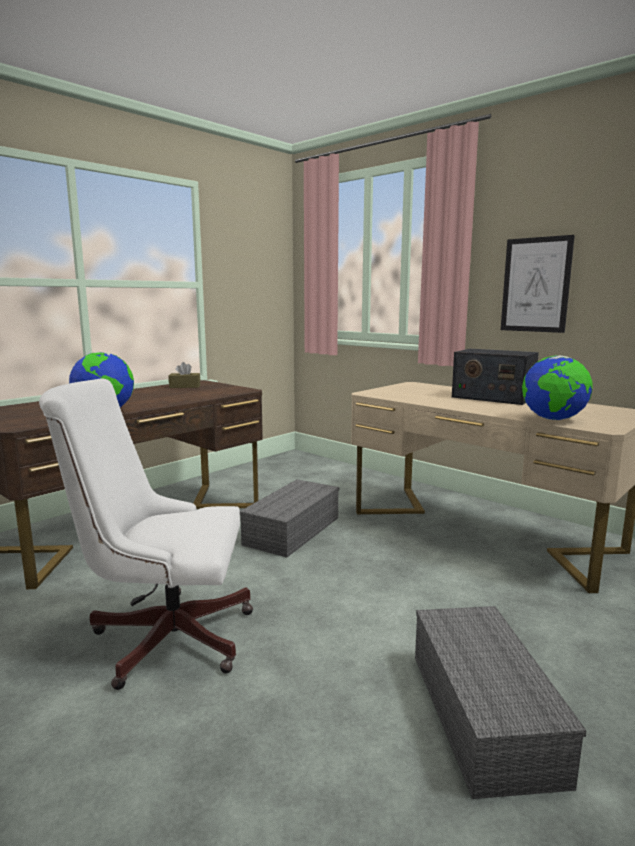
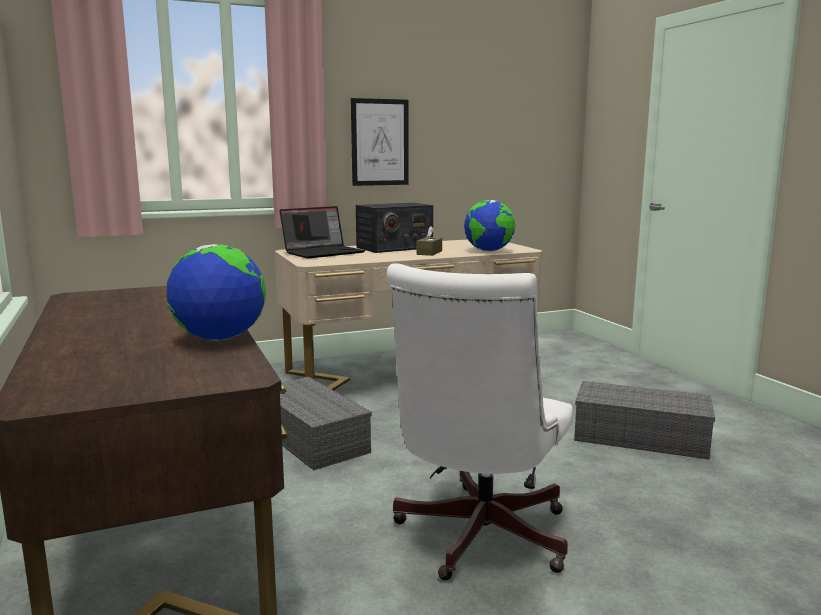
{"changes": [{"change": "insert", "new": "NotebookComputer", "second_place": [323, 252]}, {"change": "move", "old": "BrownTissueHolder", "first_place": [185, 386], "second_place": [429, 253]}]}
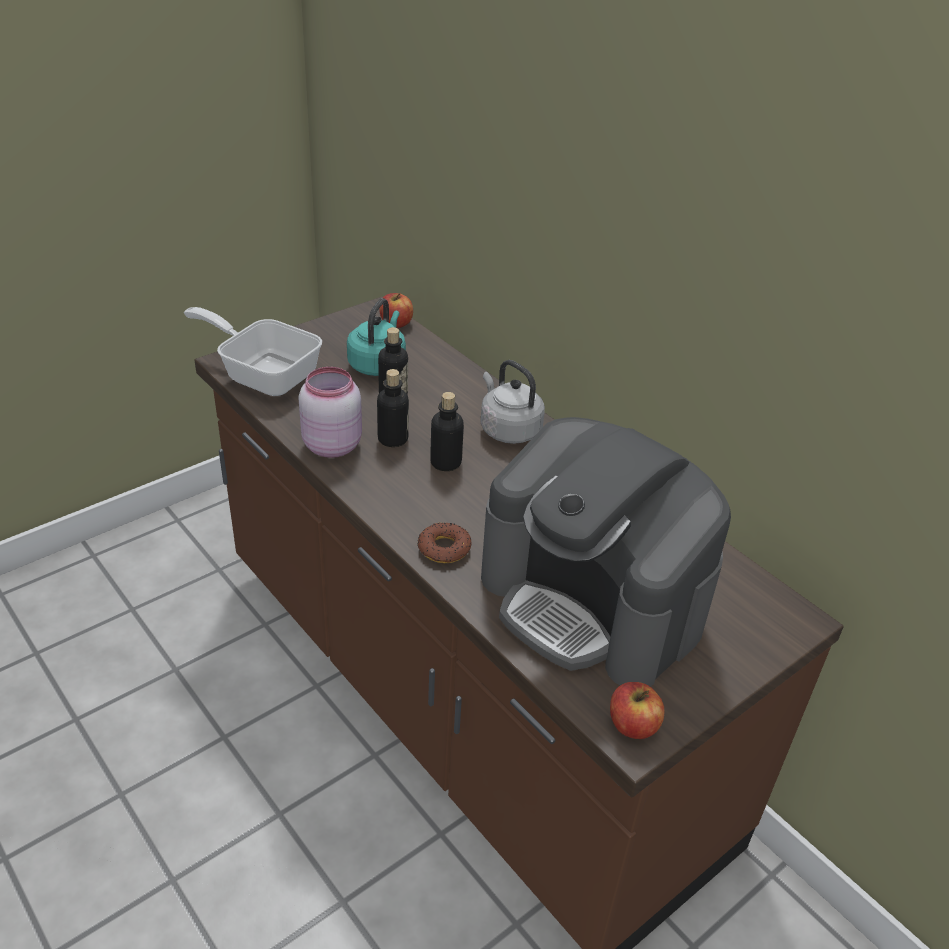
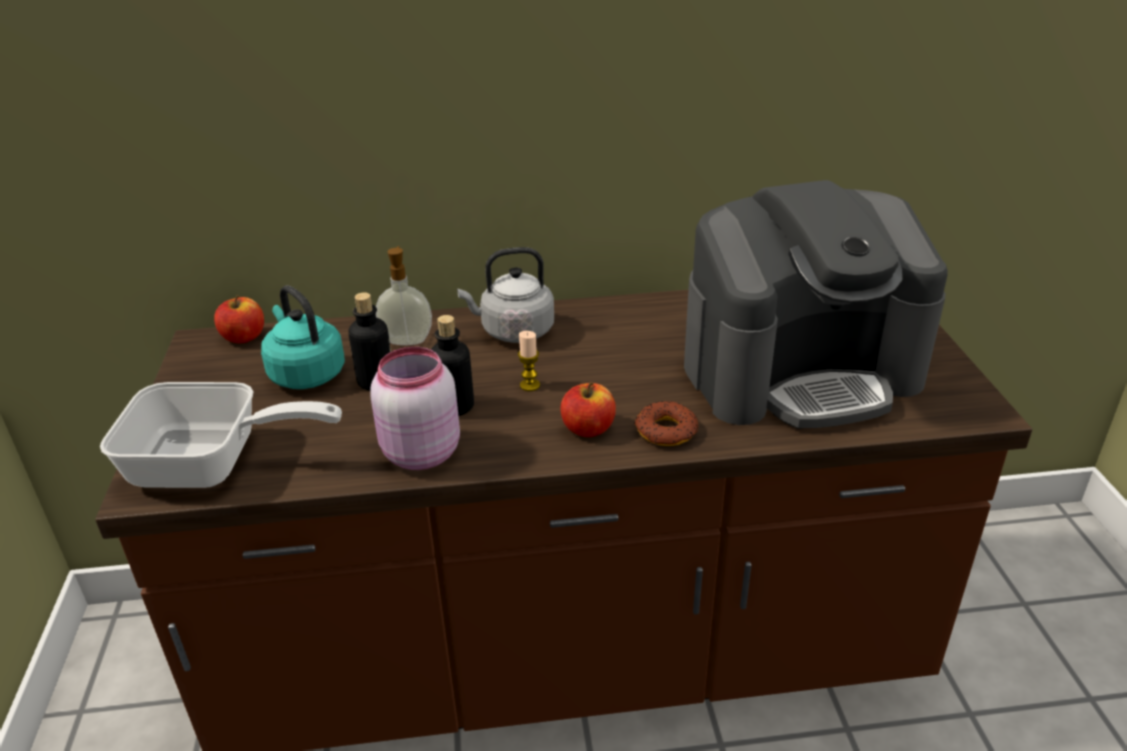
{"changes": [{"change": "insert", "new": "LiquidSoapBottle", "second_place": [407, 340]}, {"change": "move", "old": "Apple", "first_place": [632, 725], "second_place": [588, 429]}, {"change": "replace", "old": "BeverageBottle", "new": "WaxCandle", "first_place": [445, 462], "second_place": [530, 385]}, {"change": "rotate", "old": "FryingPan", "first_place": [263, 373], "second_place": [212, 464], "degrees": -150}]}
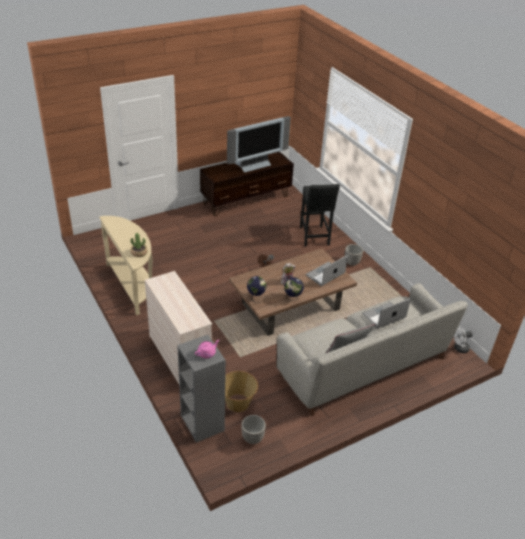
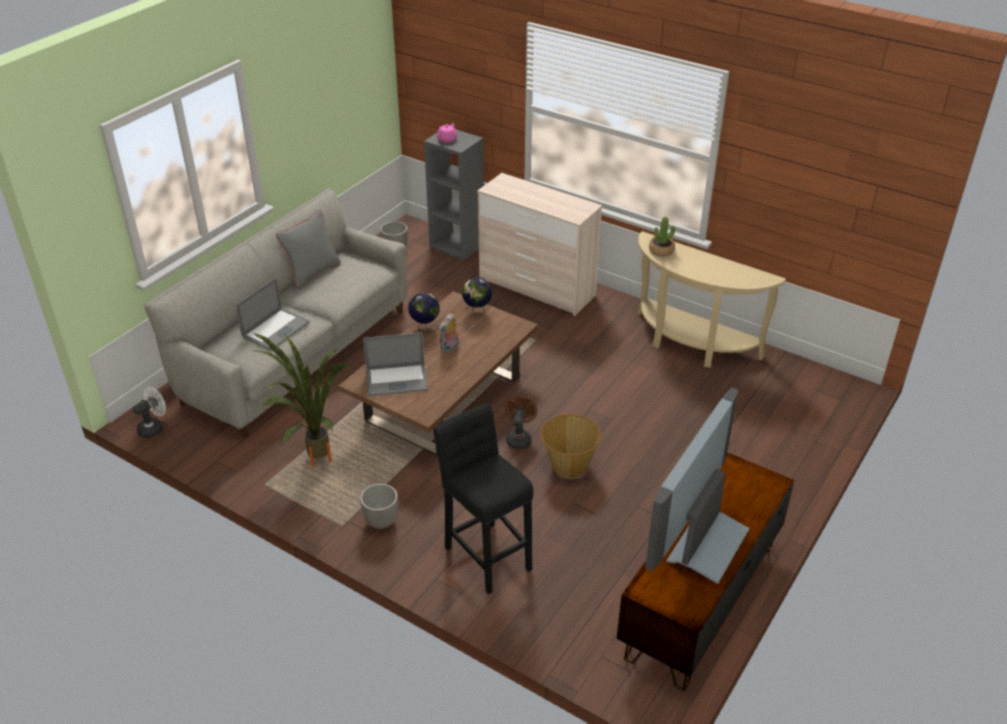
{"changes": [{"change": "insert", "new": "Houseplant", "second_place": [311, 458]}, {"change": "move", "old": "StorageBasket", "first_place": [238, 403], "second_place": [569, 464]}, {"change": "rotate", "old": "NotebookComputer", "first_place": [325, 274], "second_place": [396, 380], "degrees": 60}]}
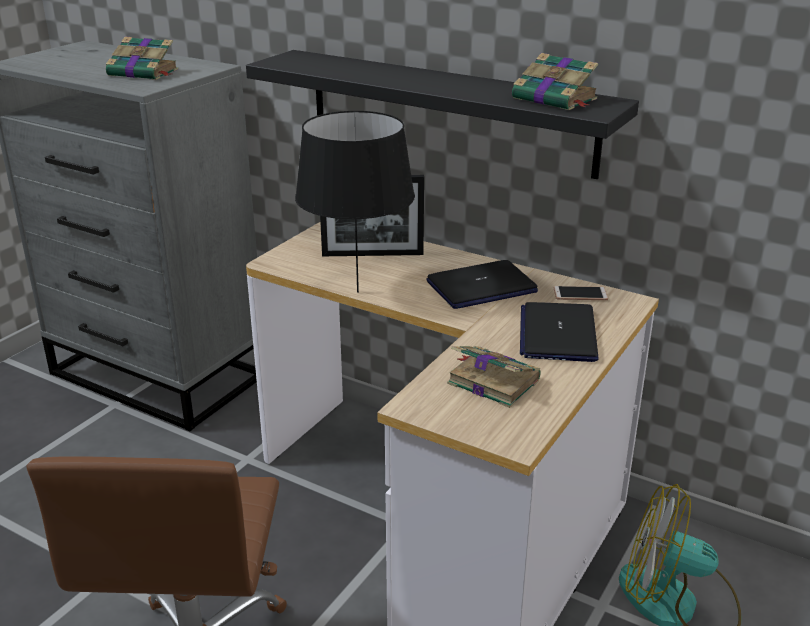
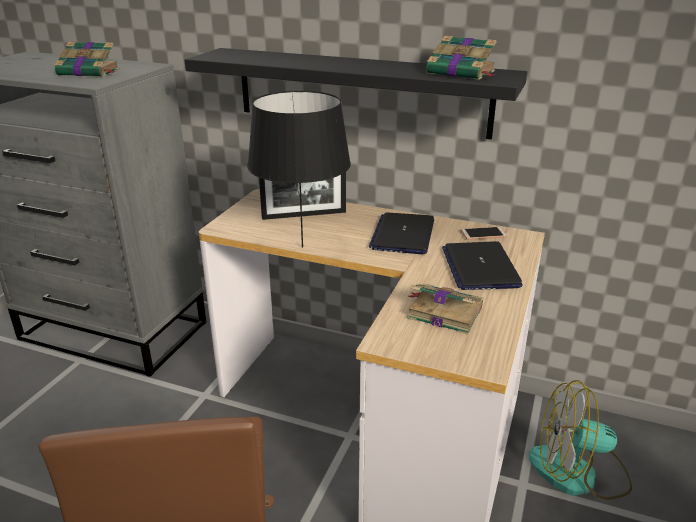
{"changes": [{"change": "rotate", "old": "NotebookComputer", "first_place": [481, 287], "second_place": [403, 234], "degrees": 135}]}
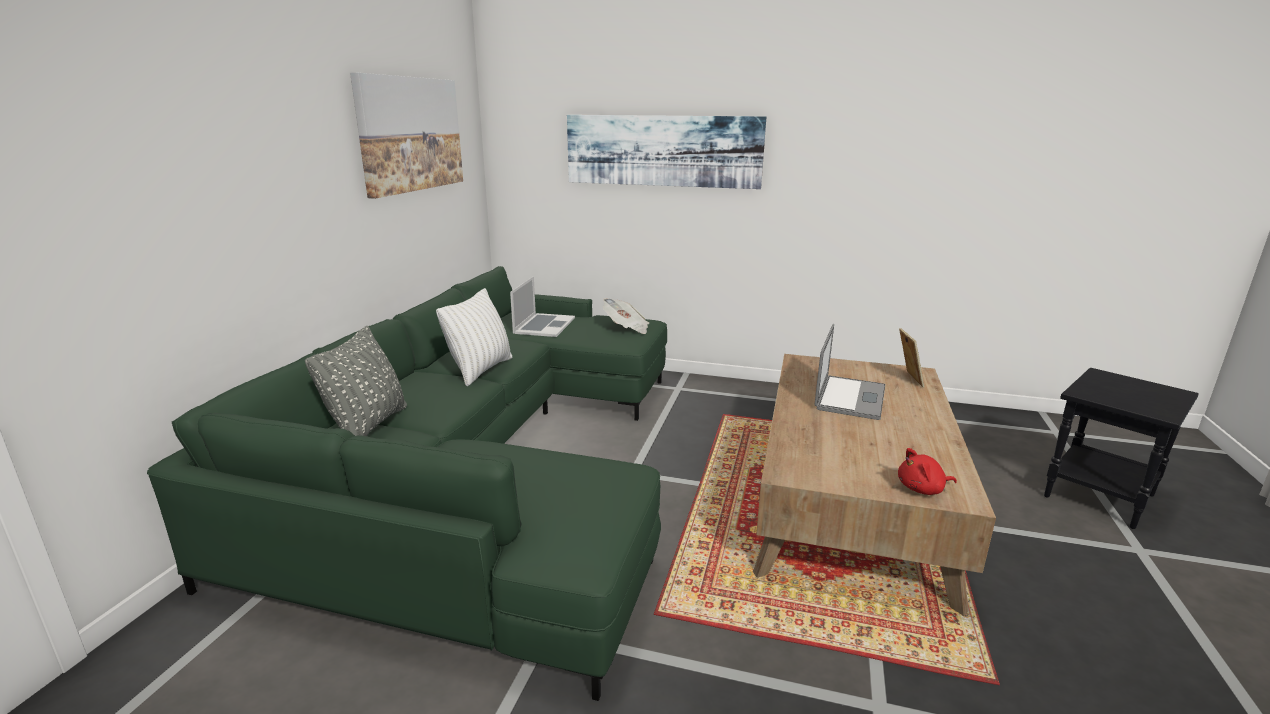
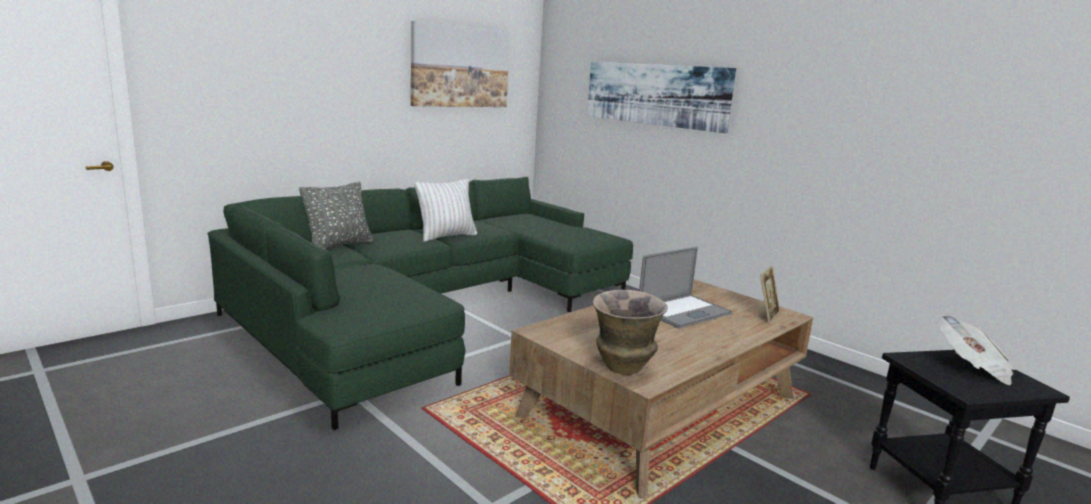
{"changes": [{"change": "delete", "old": "NotebookComputer", "first_place": [544, 325]}, {"change": "move", "old": "Newspaper", "first_place": [626, 328], "second_place": [973, 367]}, {"change": "replace", "old": "RedCuddlyToy", "new": "FlowerVase", "first_place": [922, 489], "second_place": [623, 368]}]}
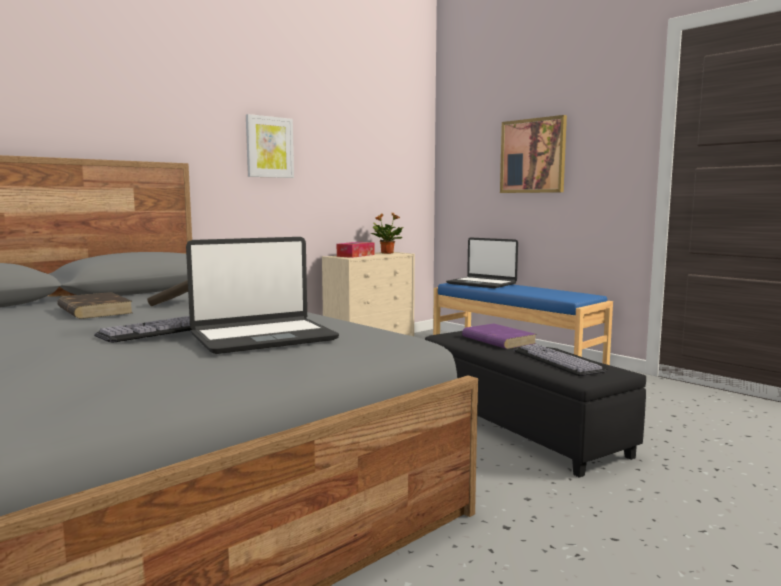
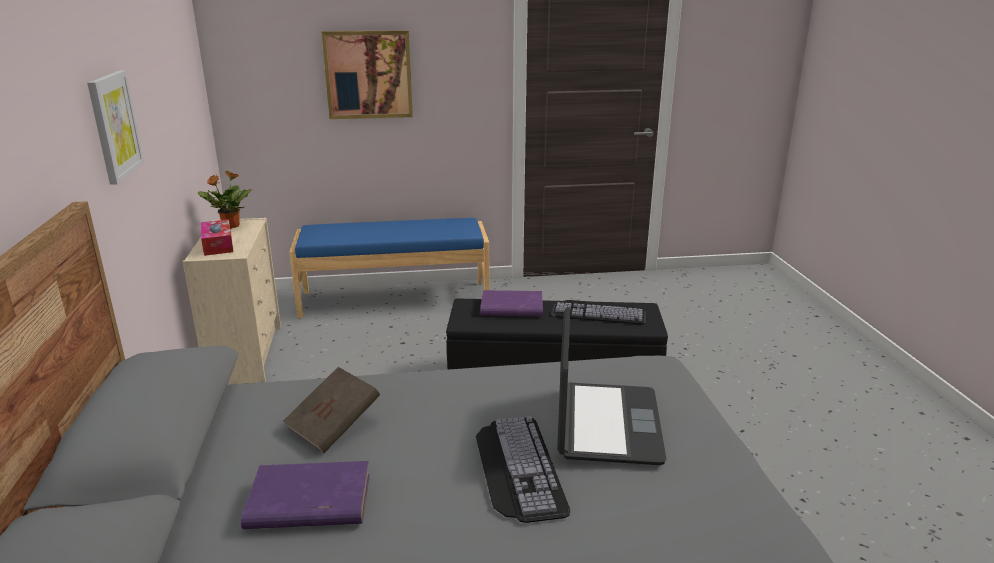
{"changes": [{"change": "delete", "old": "NotebookComputer", "first_place": [481, 283]}, {"change": "recolor", "old": "BrownBoundBook", "new": "PurplishBoundBook", "first_place": [94, 310], "second_place": [308, 502]}]}
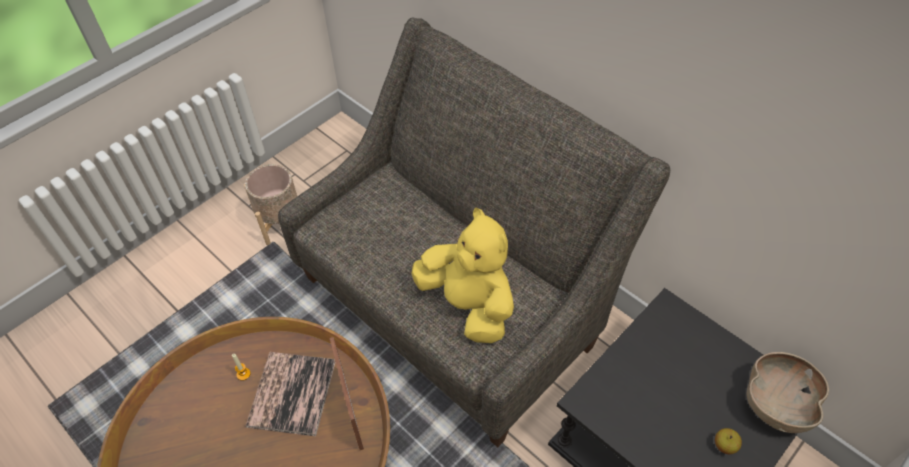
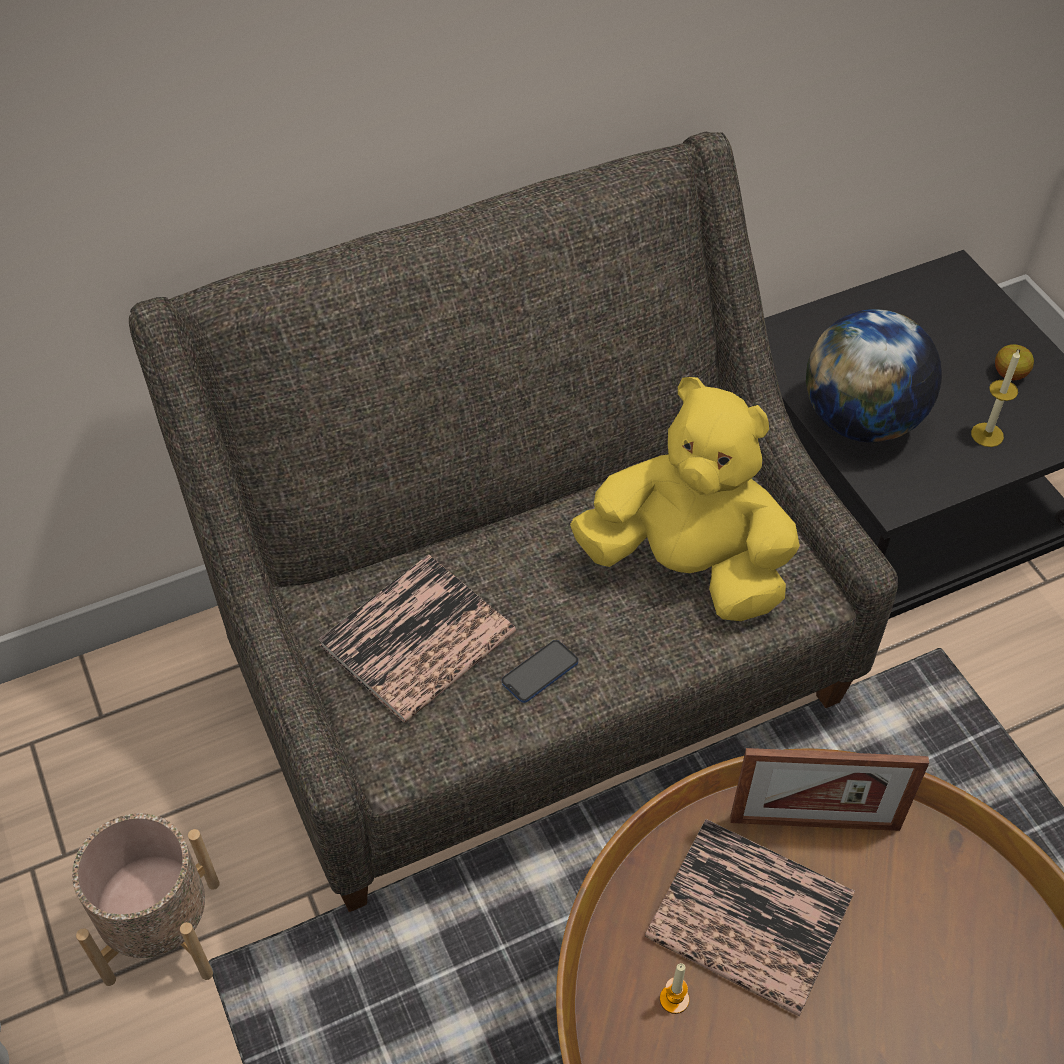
{"changes": [{"change": "delete", "old": "BrownBowl", "first_place": [776, 403]}, {"change": "insert", "new": "BoundBook", "second_place": [418, 639]}, {"change": "insert", "new": "Telephone", "second_place": [540, 672]}, {"change": "insert", "new": "Globe", "second_place": [861, 421]}, {"change": "insert", "new": "WaxCandle", "second_place": [987, 435]}, {"change": "rotate", "old": "YellowCuddlyToy", "first_place": [468, 305], "second_place": [687, 567], "degrees": 45}]}
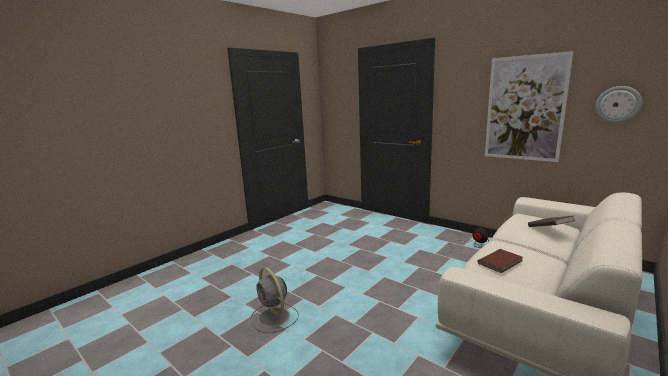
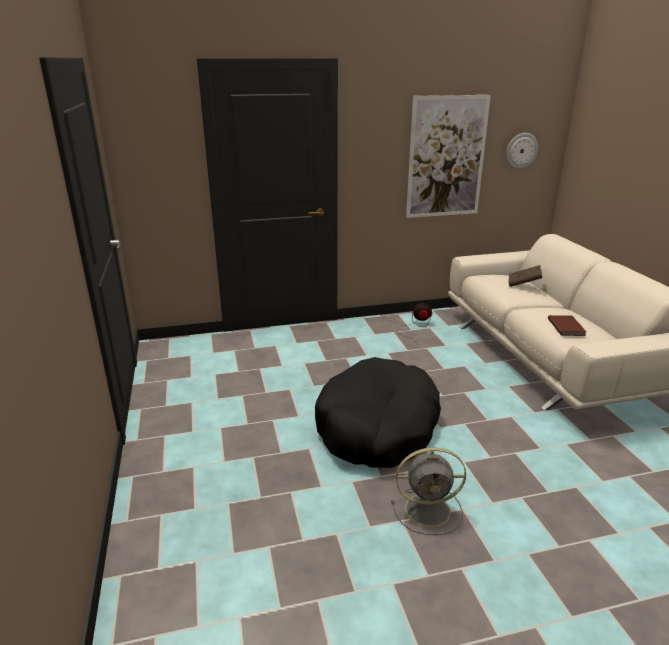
{"changes": [{"change": "insert", "new": "BlackColouredDogBed", "second_place": [377, 427]}]}
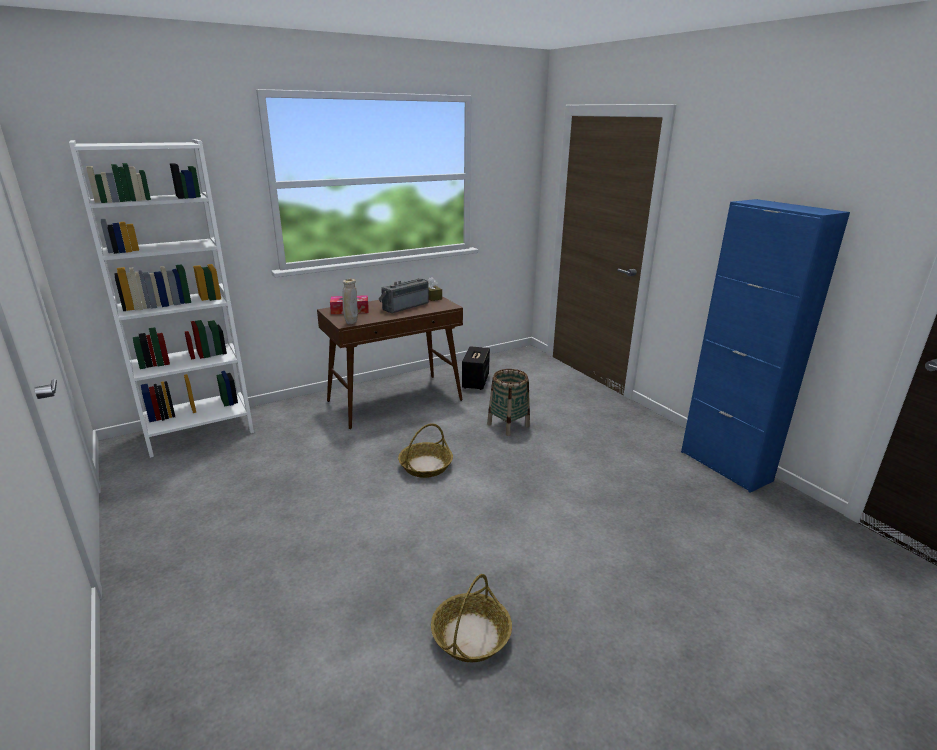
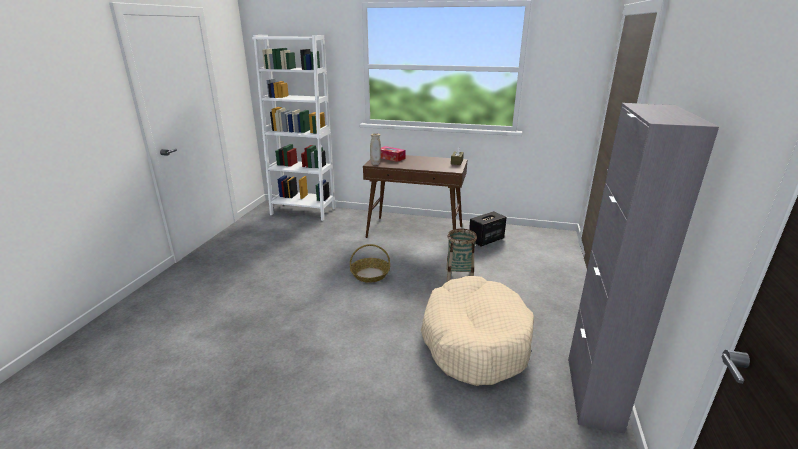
{"changes": [{"change": "delete", "old": "Radio", "first_place": [404, 306]}, {"change": "delete", "old": "StorageBasket", "first_place": [471, 635]}, {"change": "insert", "new": "BeigeColouredDogBed", "second_place": [474, 340]}, {"change": "recolor", "old": "BlueColouredCabinet", "new": "GreyishCabinet", "first_place": [725, 466], "second_place": [593, 393]}]}
